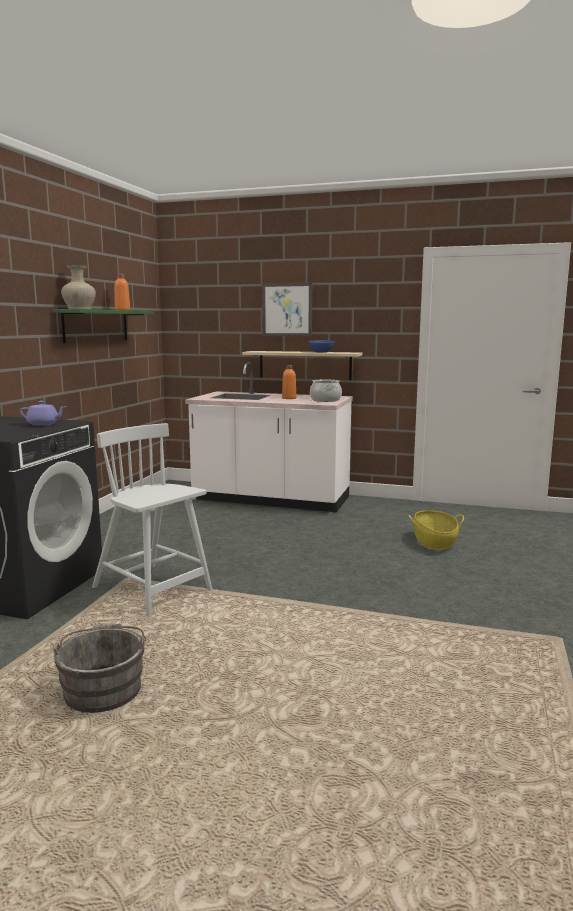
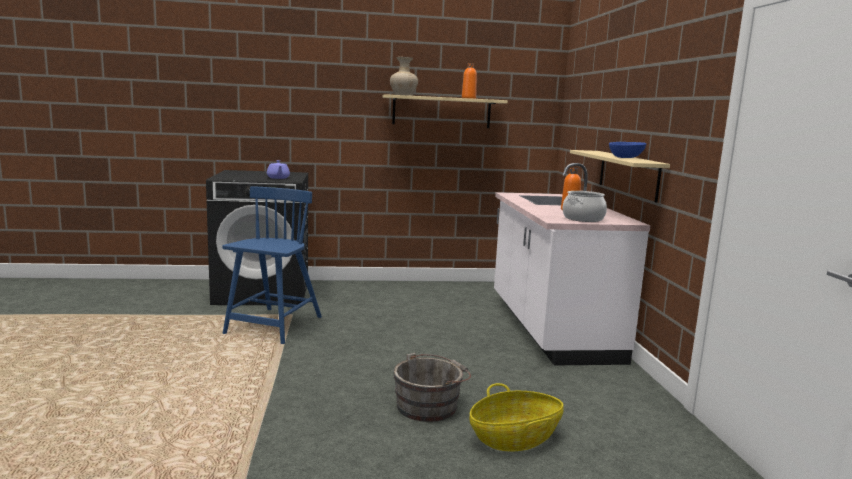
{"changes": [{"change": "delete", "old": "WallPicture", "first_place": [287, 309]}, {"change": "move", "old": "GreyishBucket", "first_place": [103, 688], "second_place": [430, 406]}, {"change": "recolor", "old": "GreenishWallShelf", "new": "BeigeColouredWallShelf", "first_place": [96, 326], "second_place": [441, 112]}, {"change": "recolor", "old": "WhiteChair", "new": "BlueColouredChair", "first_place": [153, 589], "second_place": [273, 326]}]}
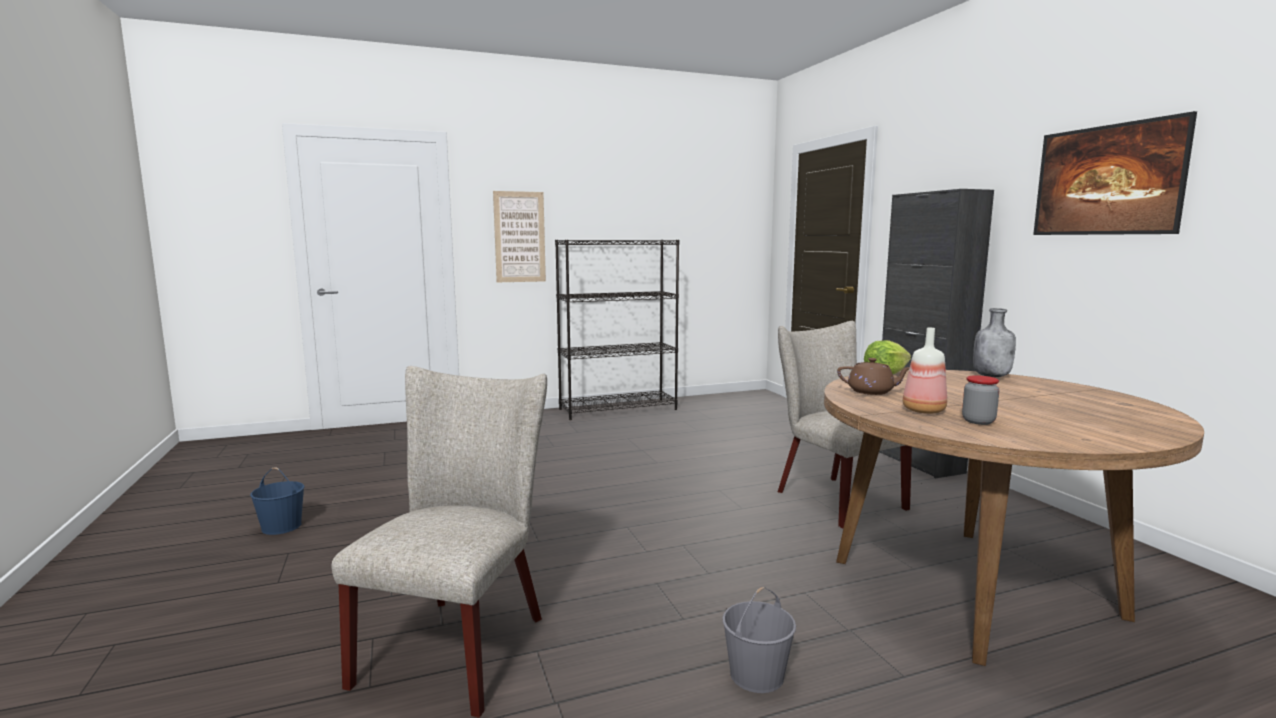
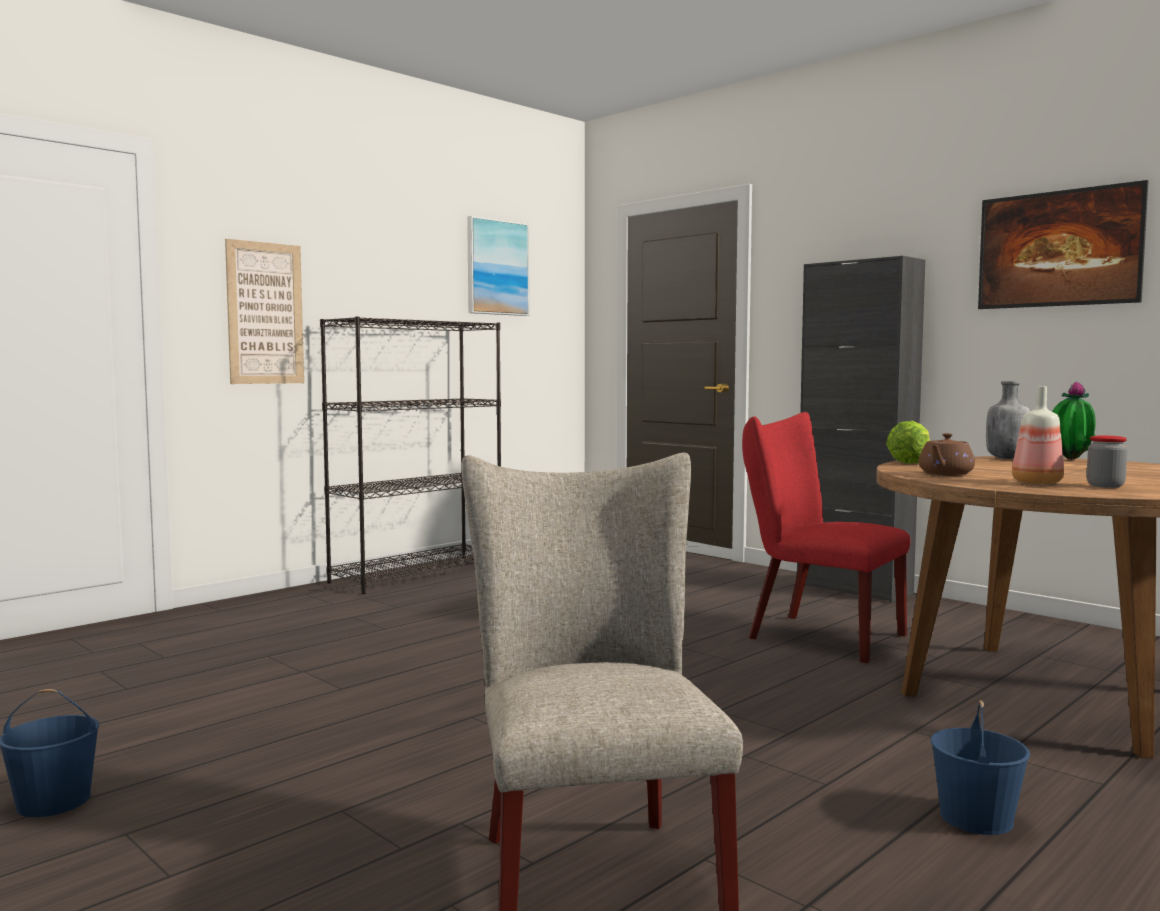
{"changes": [{"change": "insert", "new": "WallPicture", "second_place": [497, 267]}, {"change": "insert", "new": "Houseplant", "second_place": [1069, 460]}, {"change": "recolor", "old": "GreyishBucket", "new": "BlueColouredBucket", "first_place": [756, 675], "second_place": [977, 818]}, {"change": "recolor", "old": "BeigeColouredChair", "new": "RedChair", "first_place": [833, 497], "second_place": [816, 635]}, {"change": "rotate", "old": "BrownTeapot", "first_place": [872, 392], "second_place": [945, 474], "degrees": 135}]}
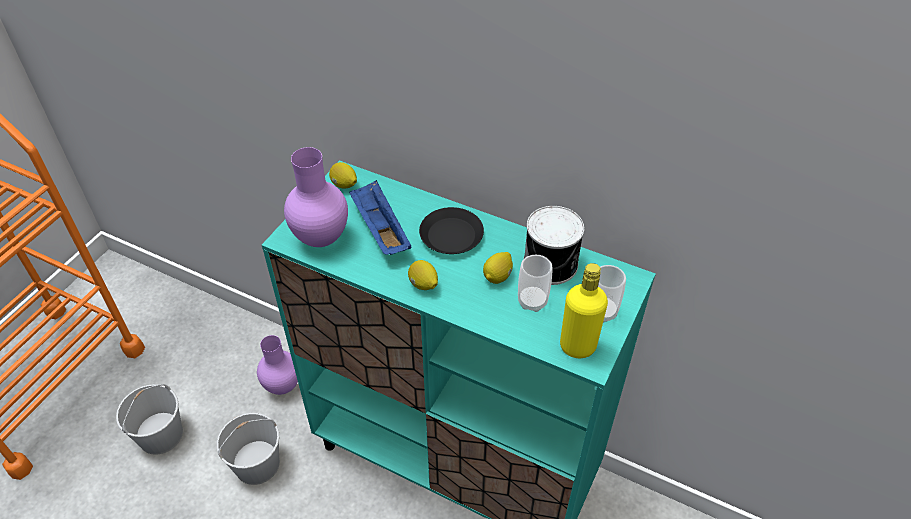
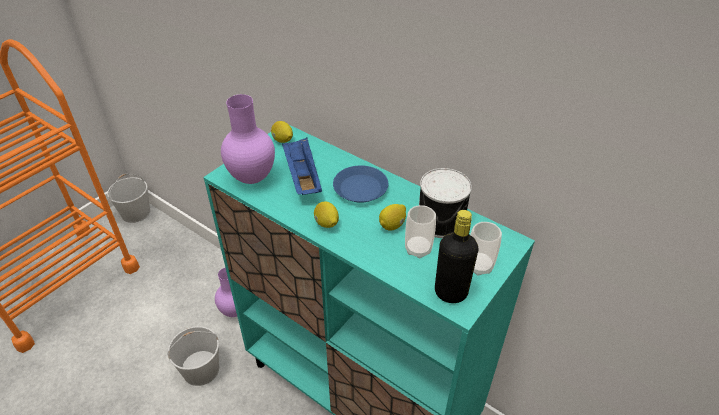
{"changes": [{"change": "move", "old": "WhiteBucket", "first_place": [161, 434], "second_place": [136, 212]}, {"change": "recolor", "old": "BlackColouredDinnerPlate", "new": "BlueColouredDinnerPlate", "first_place": [451, 236], "second_place": [360, 188]}, {"change": "recolor", "old": "YellowBeverageBottle", "new": "BlackColouredBeverageBottle", "first_place": [577, 346], "second_place": [450, 292]}]}
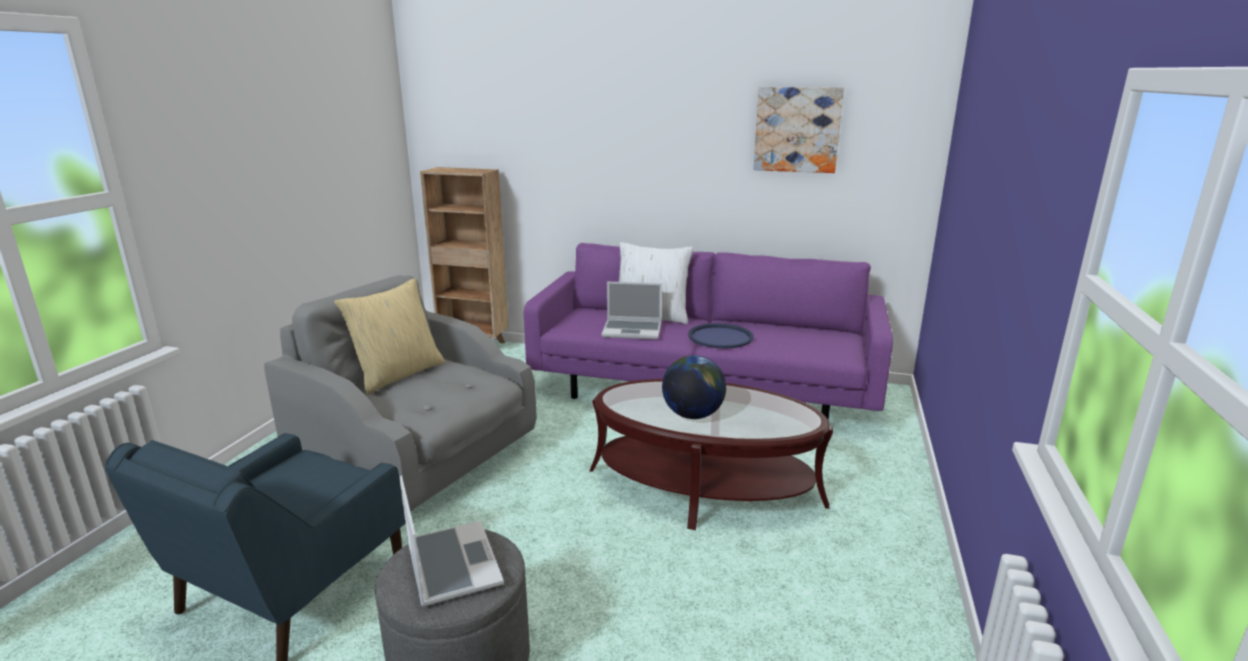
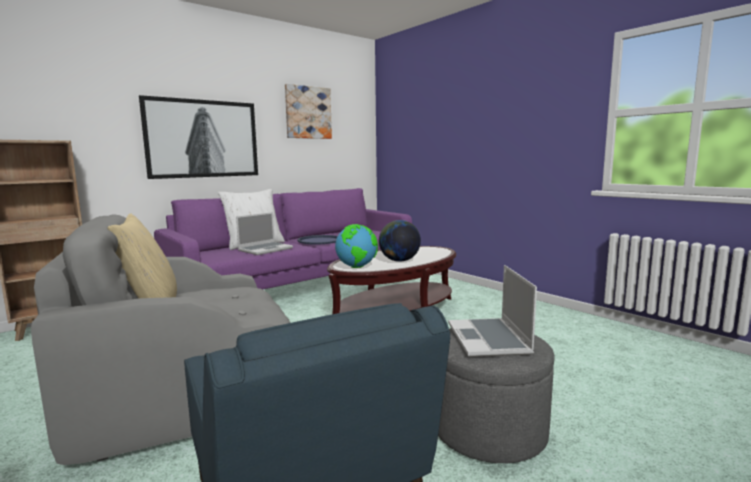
{"changes": [{"change": "insert", "new": "WallPicture", "second_place": [203, 139]}, {"change": "insert", "new": "Globe", "second_place": [357, 267]}, {"change": "rotate", "old": "NotebookComputer", "first_place": [451, 564], "second_place": [489, 339], "degrees": -105}]}
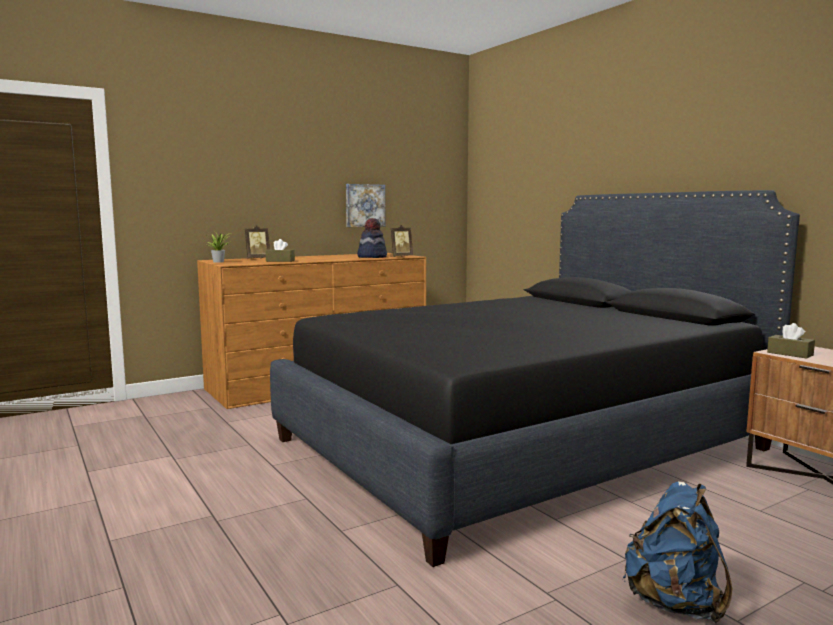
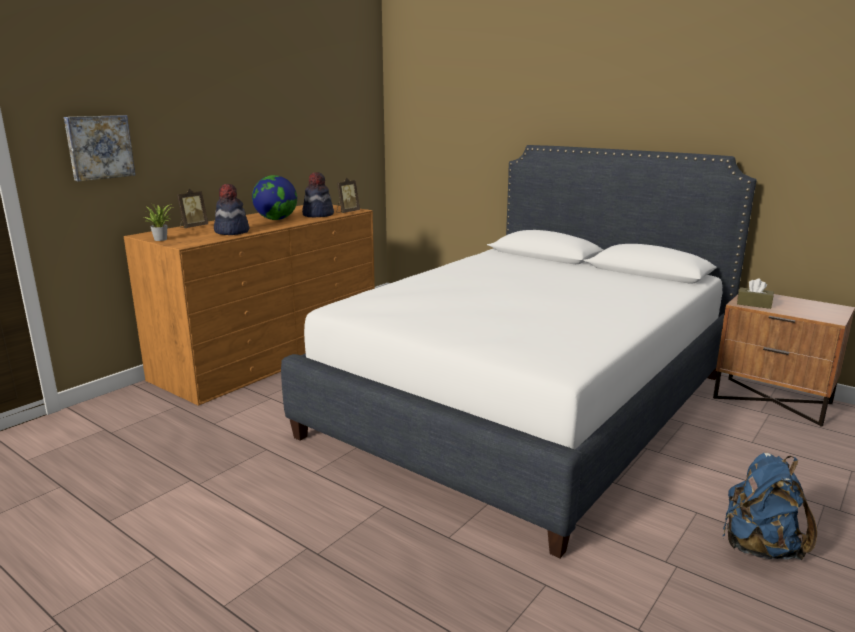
{"changes": [{"change": "insert", "new": "Globe", "second_place": [276, 219]}, {"change": "move", "old": "WallPicture", "first_place": [364, 205], "second_place": [99, 147]}, {"change": "replace", "old": "BrownTissueHolder", "new": "Hat", "first_place": [280, 261], "second_place": [231, 232]}, {"change": "recolor", "old": "BlackColouredSleepingBed", "new": "WhiteSleepingBed", "first_place": [521, 444], "second_place": [527, 404]}]}
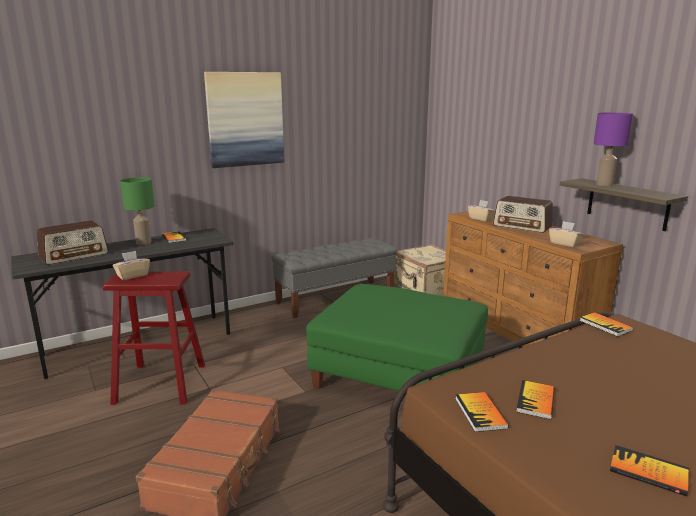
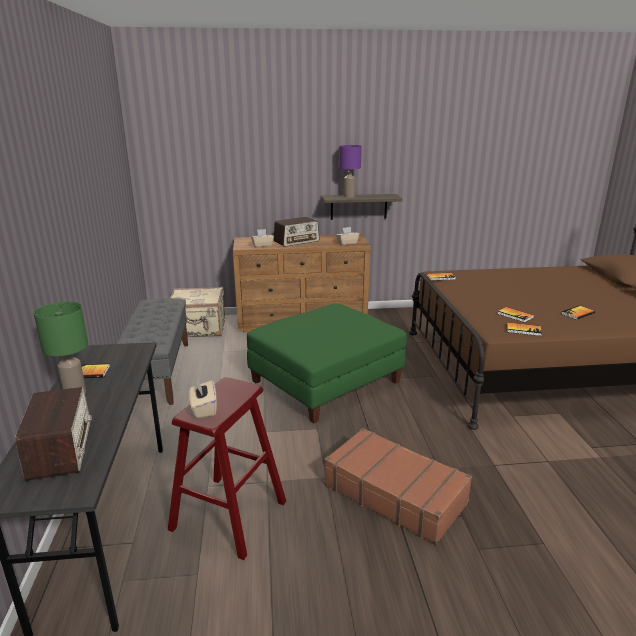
{"changes": [{"change": "delete", "old": "WallPicture", "first_place": [245, 119]}]}
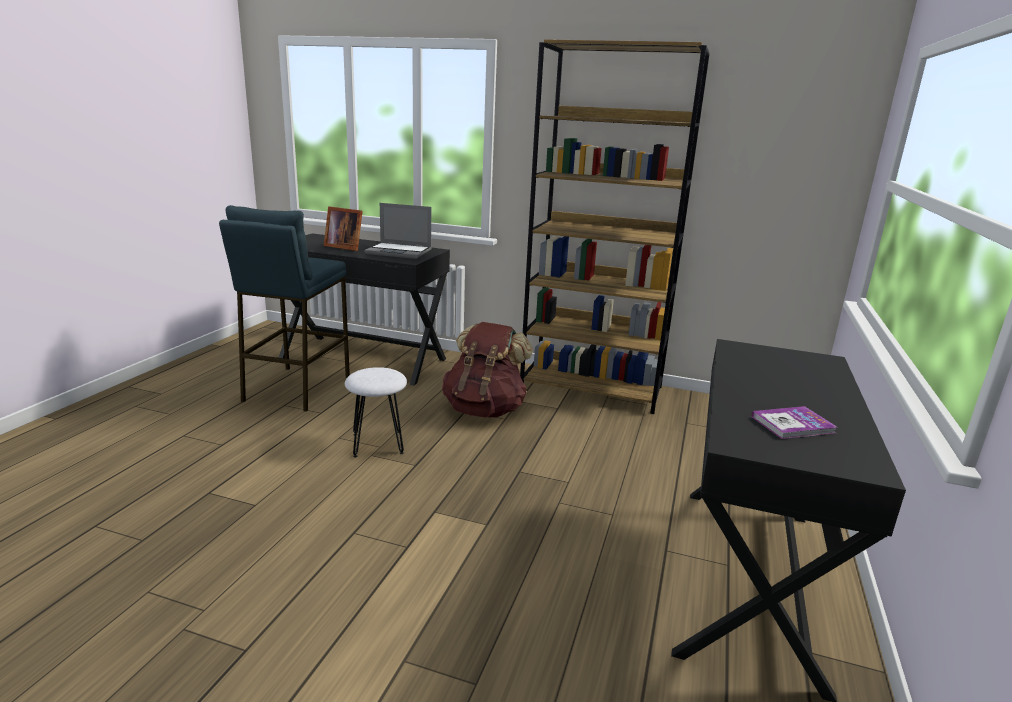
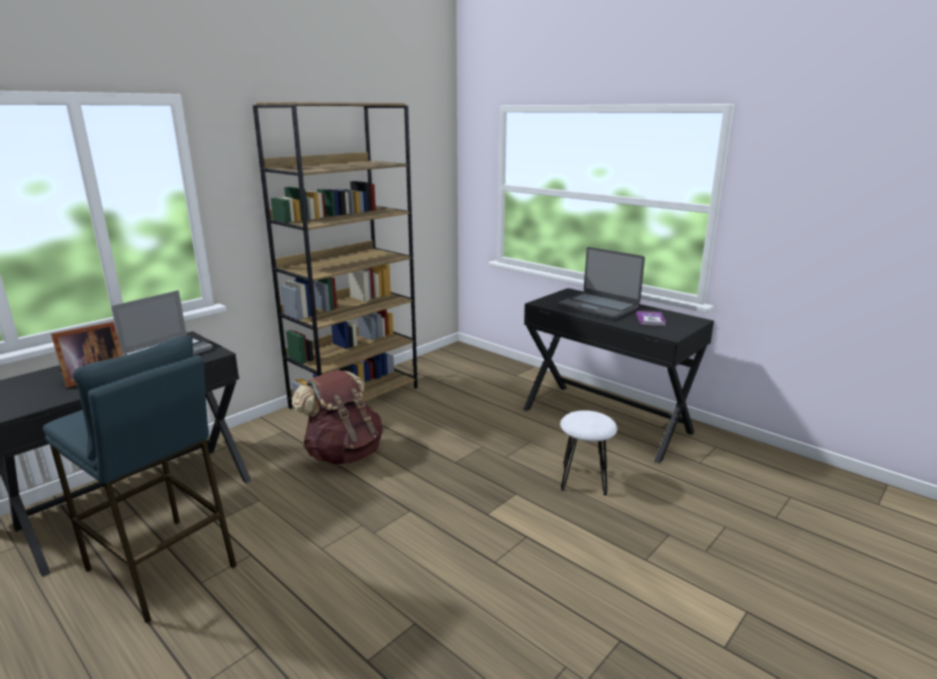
{"changes": [{"change": "insert", "new": "NotebookComputer", "second_place": [598, 307]}, {"change": "move", "old": "WhiteStool", "first_place": [377, 443], "second_place": [583, 480]}]}
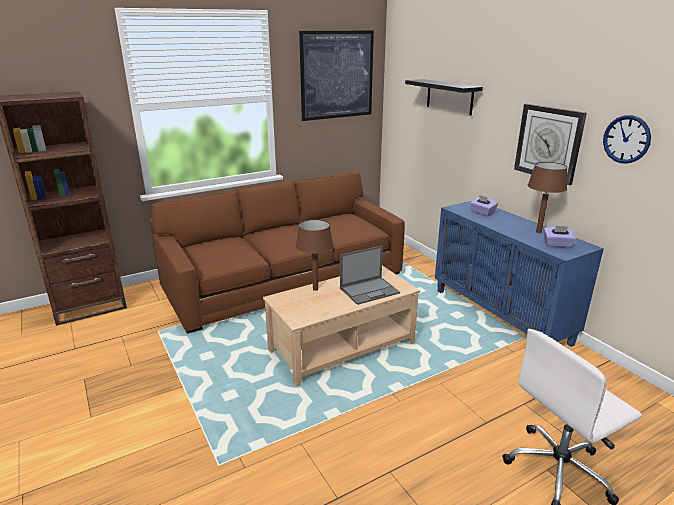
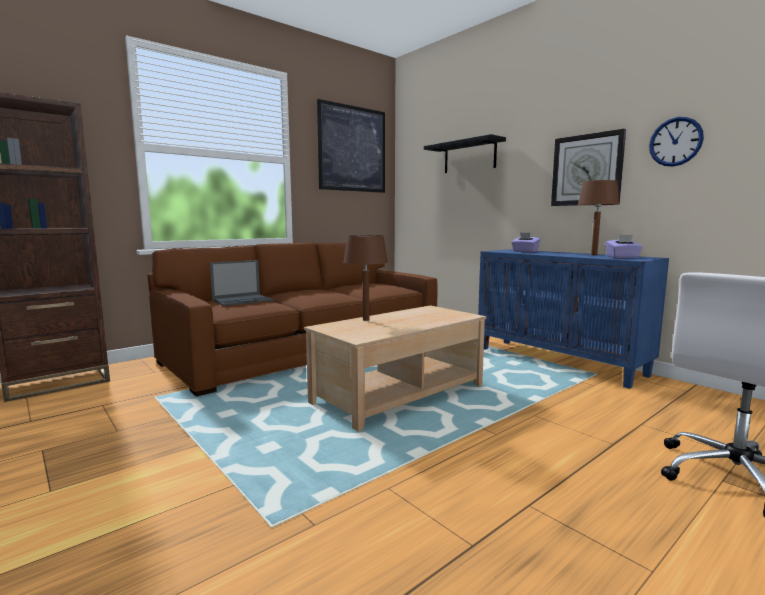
{"changes": [{"change": "move", "old": "NotebookComputer", "first_place": [370, 290], "second_place": [243, 300]}]}
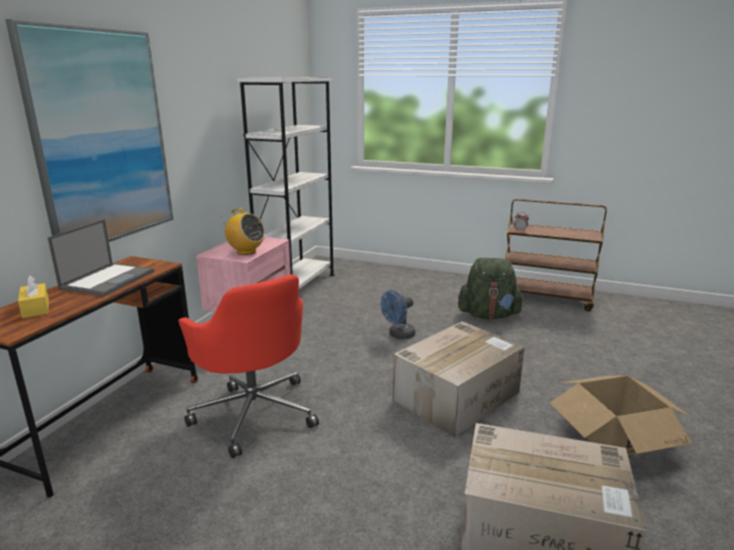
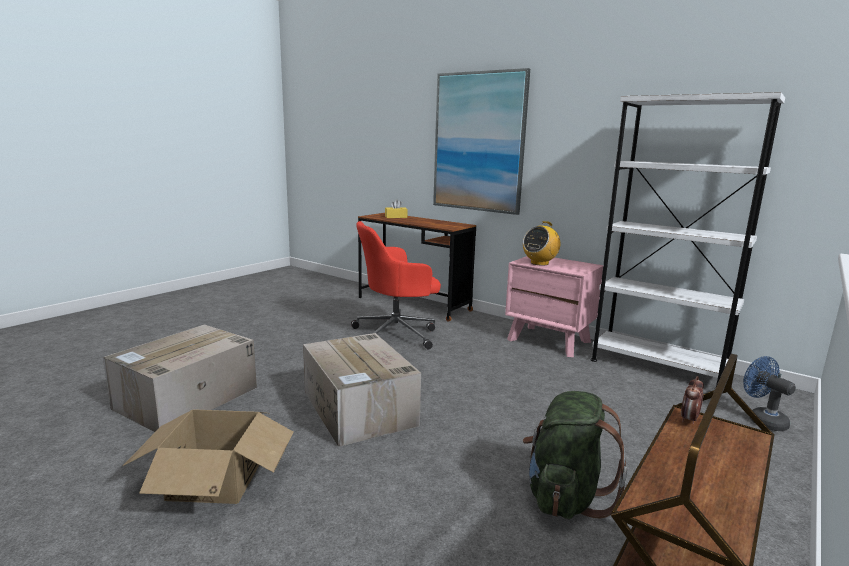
{"changes": [{"change": "delete", "old": "NotebookComputer", "first_place": [108, 279]}, {"change": "move", "old": "BlueColouredElectricFan", "first_place": [398, 335], "second_place": [762, 420]}]}
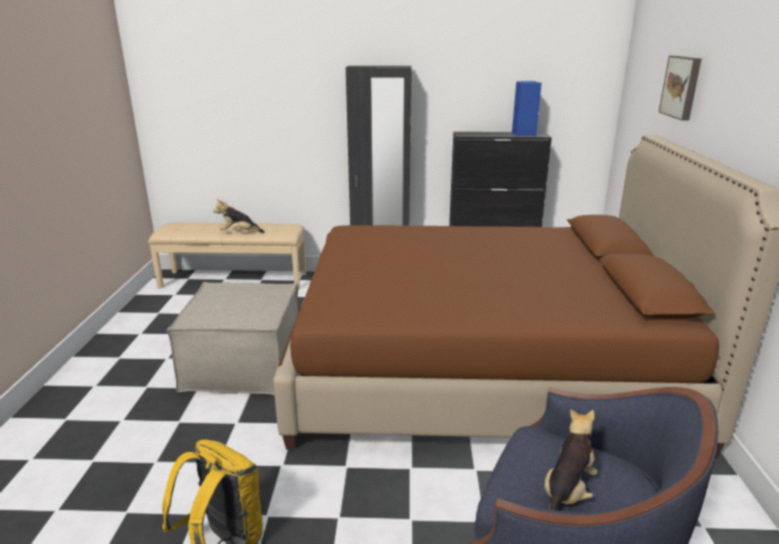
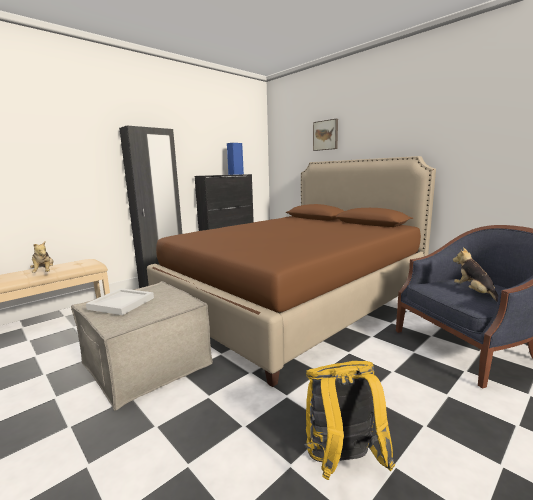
{"changes": [{"change": "insert", "new": "WhiteCarryingTray", "second_place": [120, 303]}, {"change": "rotate", "old": "CuddlyToy", "first_place": [239, 232], "second_place": [44, 272], "degrees": -75}]}
